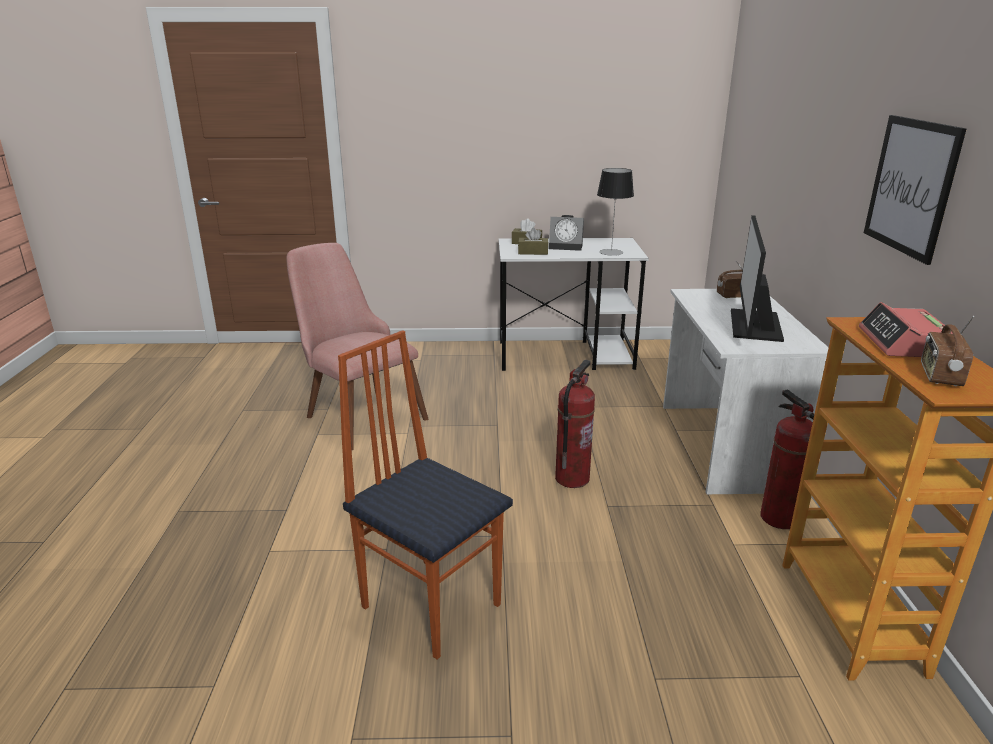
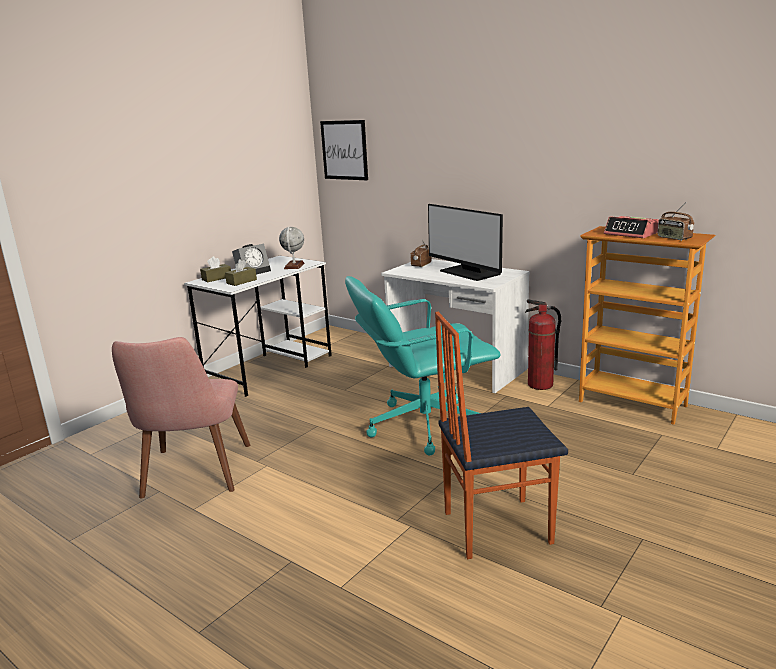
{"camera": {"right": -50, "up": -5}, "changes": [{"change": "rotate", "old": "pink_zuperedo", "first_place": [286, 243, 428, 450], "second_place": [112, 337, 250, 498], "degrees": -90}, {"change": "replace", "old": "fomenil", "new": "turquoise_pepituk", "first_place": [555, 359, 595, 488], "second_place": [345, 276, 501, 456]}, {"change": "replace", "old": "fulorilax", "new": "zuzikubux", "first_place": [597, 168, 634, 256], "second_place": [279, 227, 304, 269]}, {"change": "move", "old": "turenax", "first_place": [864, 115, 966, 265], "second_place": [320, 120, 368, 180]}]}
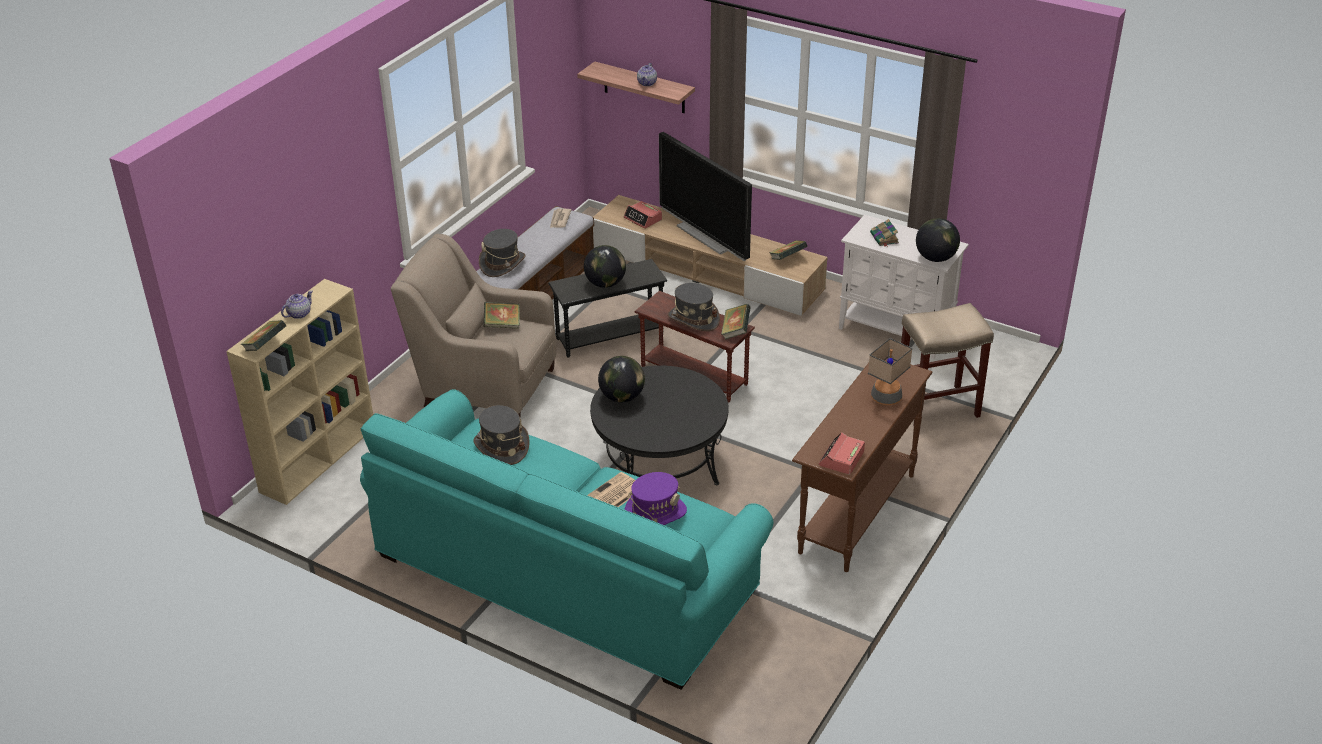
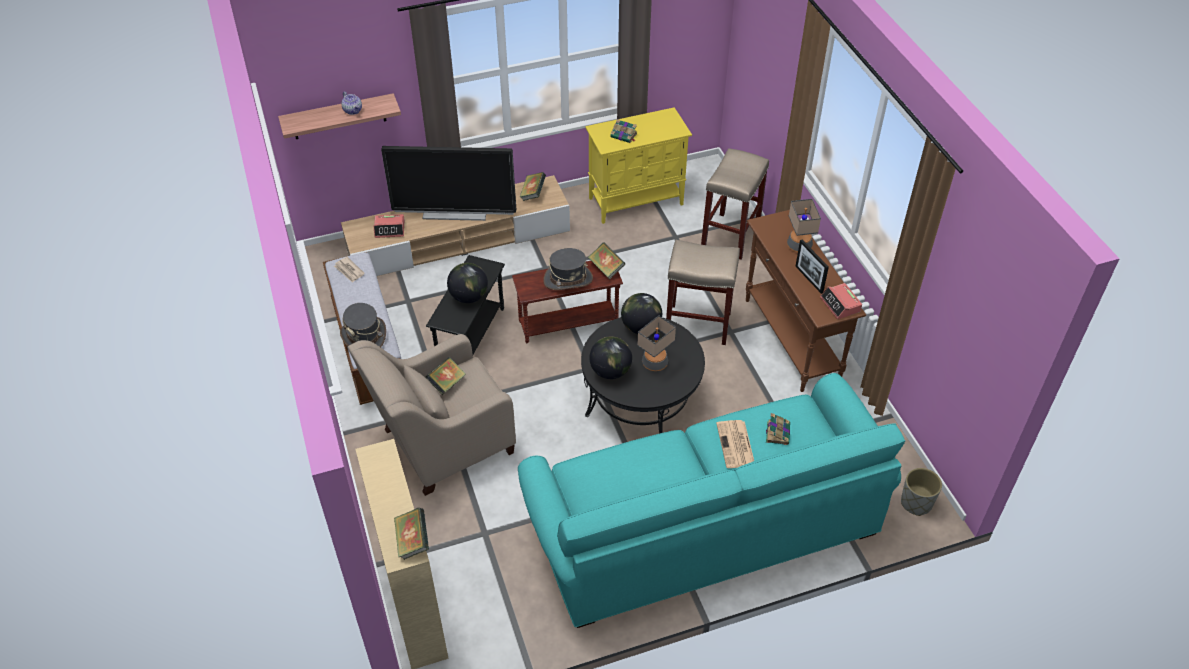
{"camera": {"right": -50, "up": 10}, "changes": [{"change": "delete", "old": "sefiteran", "first_place": [281, 290, 313, 319]}, {"change": "delete", "old": "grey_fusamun", "first_place": [473, 405, 530, 465]}, {"change": "replace", "old": "purple_fusamun", "new": "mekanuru", "first_place": [624, 472, 687, 525], "second_place": [766, 413, 790, 445]}, {"change": "recolor", "old": "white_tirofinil", "new": "yellow_tirofinil", "first_place": [839, 215, 969, 359], "second_place": [585, 107, 692, 224]}, {"change": "move", "old": "zuzikubux", "first_place": [916, 218, 960, 262], "second_place": [621, 293, 662, 334]}, {"change": "insert", "new": "fulorilax", "second_place": [637, 315, 676, 371]}, {"change": "insert", "new": "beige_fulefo", "second_place": [666, 240, 740, 345]}, {"change": "insert", "new": "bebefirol", "second_place": [796, 240, 829, 294]}, {"change": "insert", "new": "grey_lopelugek", "second_place": [901, 468, 942, 516]}]}
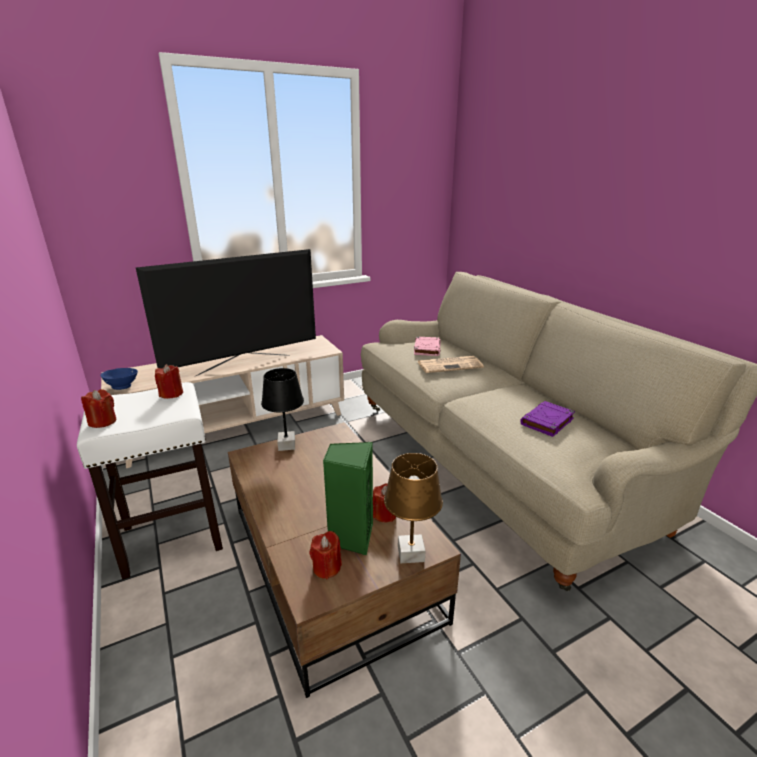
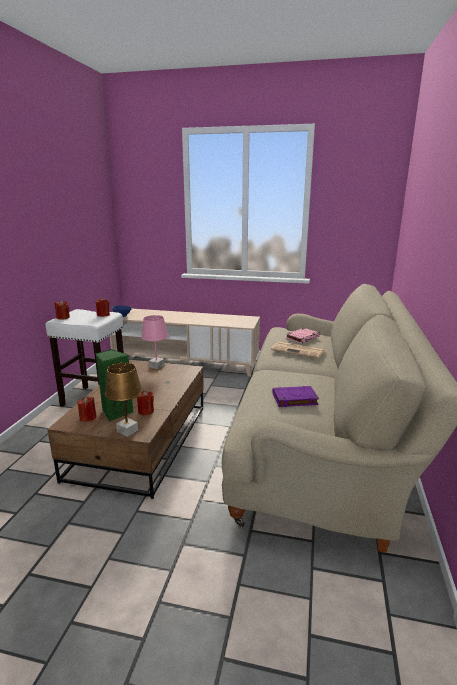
{"camera": {"right": 40, "up": -5}, "changes": [{"change": "delete", "old": "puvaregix", "first_place": [136, 249, 316, 376]}, {"change": "recolor", "old": "black_fulorilax", "new": "pink_fulorilax", "first_place": [261, 368, 304, 451], "second_place": [141, 315, 168, 369]}]}
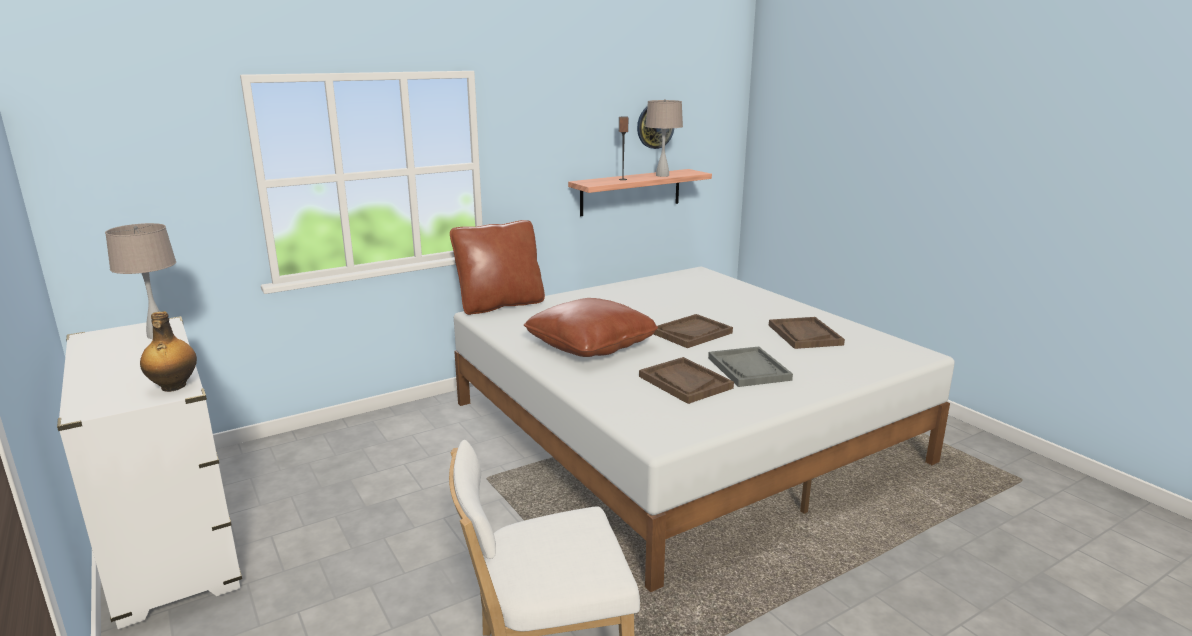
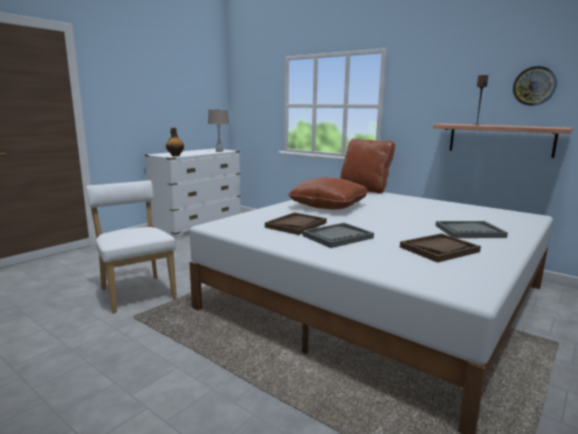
{"camera": {"right": 70, "up": -5}, "changes": [{"change": "delete", "old": "beige_fulorilax", "first_place": [645, 99, 683, 177]}, {"change": "delete", "old": "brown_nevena", "first_place": [654, 314, 733, 348]}, {"change": "insert", "new": "grey_nevena", "second_place": [435, 221, 508, 238]}]}
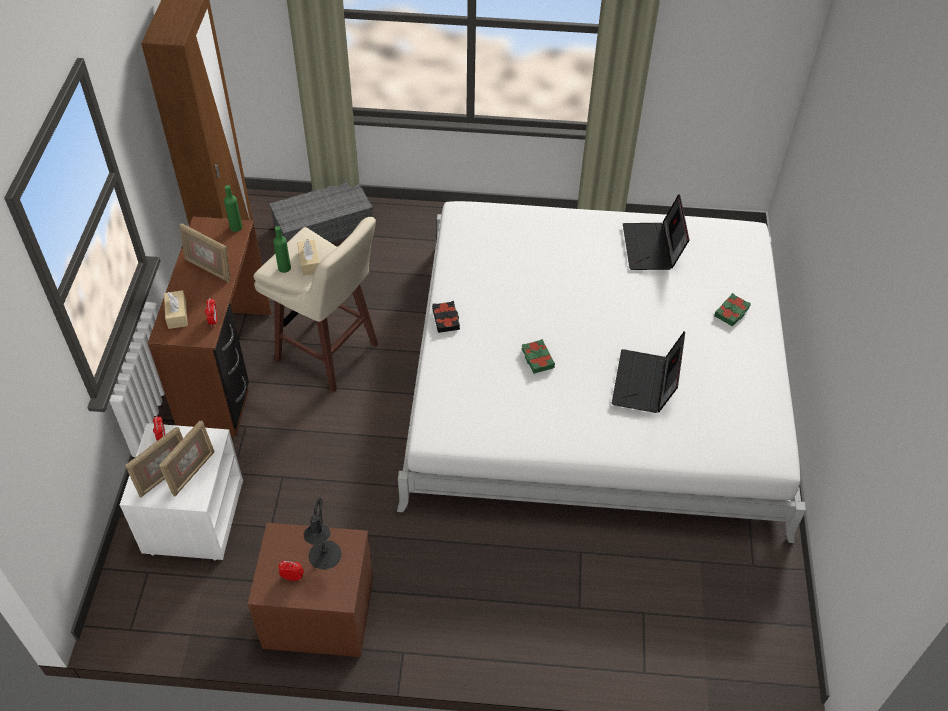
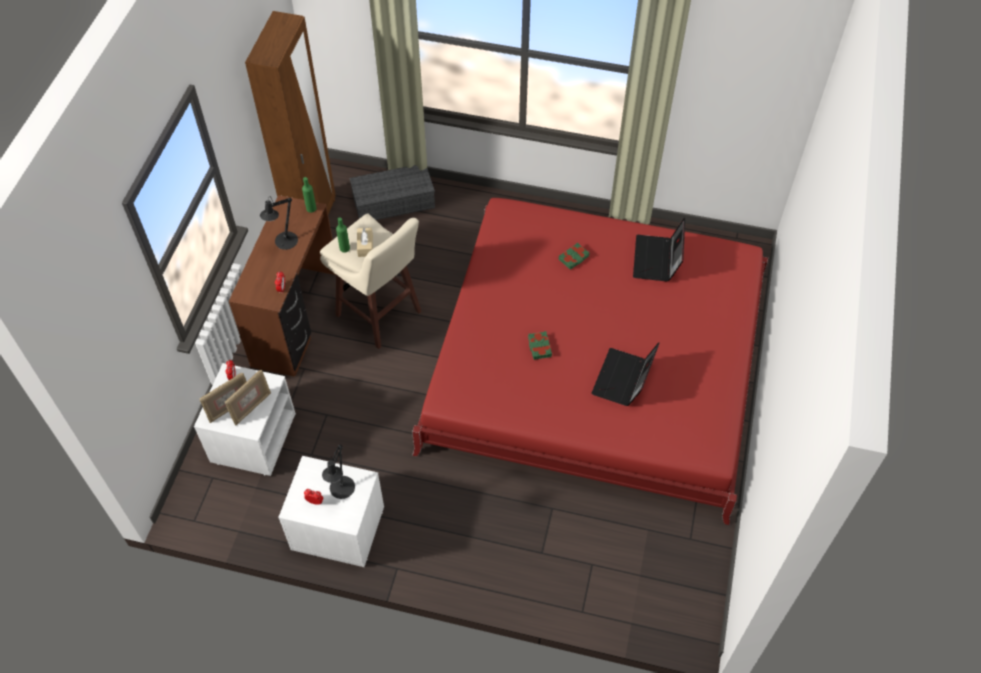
{"camera": {"right": 10, "up": 5}, "changes": [{"change": "delete", "old": "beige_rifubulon", "first_place": [164, 290, 188, 329]}, {"change": "replace", "old": "bebefirol", "new": "black_fulorilax", "first_place": [179, 223, 230, 283], "second_place": [260, 196, 298, 250]}, {"change": "recolor", "old": "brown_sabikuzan", "new": "white_sabikuzan", "first_place": [248, 523, 373, 657], "second_place": [278, 456, 384, 567]}, {"change": "recolor", "old": "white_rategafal", "new": "red_rategafal", "first_place": [397, 201, 806, 543], "second_place": [412, 198, 768, 525]}, {"change": "delete", "old": "black_mekanuru", "first_place": [432, 301, 460, 333]}, {"change": "move", "old": "green_mekanuru", "first_place": [714, 293, 751, 327], "second_place": [559, 242, 590, 270]}]}
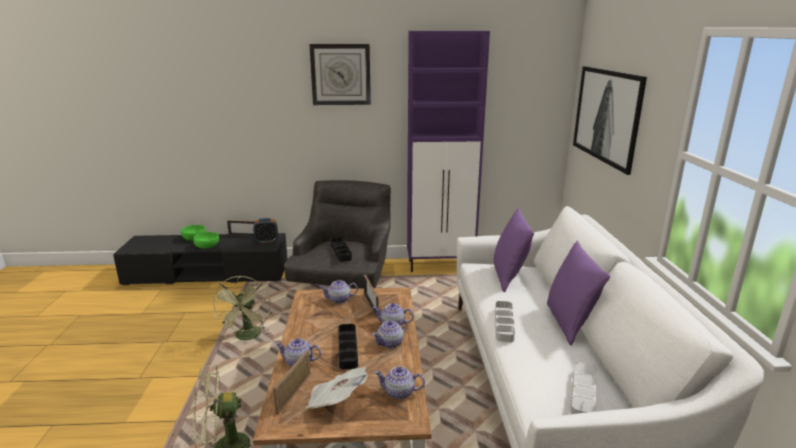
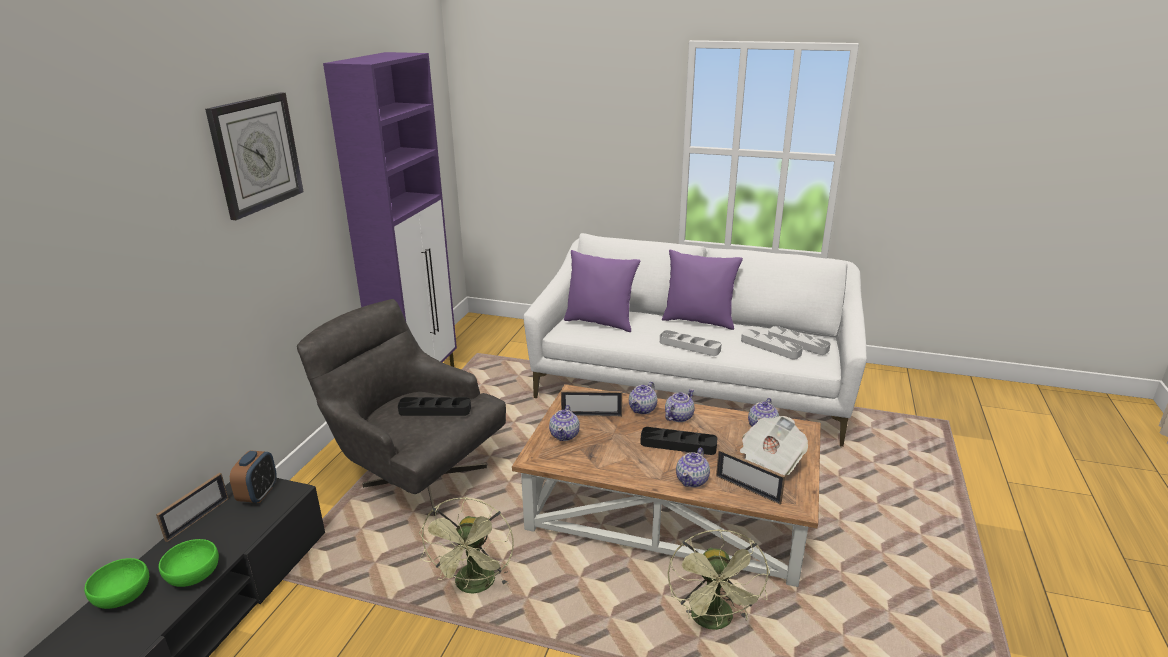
{"camera": {"right": -70, "up": 5}, "changes": [{"change": "rotate", "old": "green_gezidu", "first_place": [211, 276, 271, 340], "second_place": [419, 497, 514, 594], "degrees": 75}, {"change": "rotate", "old": "sefiteran", "first_place": [372, 319, 407, 348], "second_place": [665, 389, 695, 422], "degrees": -120}, {"change": "delete", "old": "turenax", "first_place": [573, 66, 647, 175]}, {"change": "insert", "new": "grey_nevena", "second_place": [741, 329, 803, 360]}]}
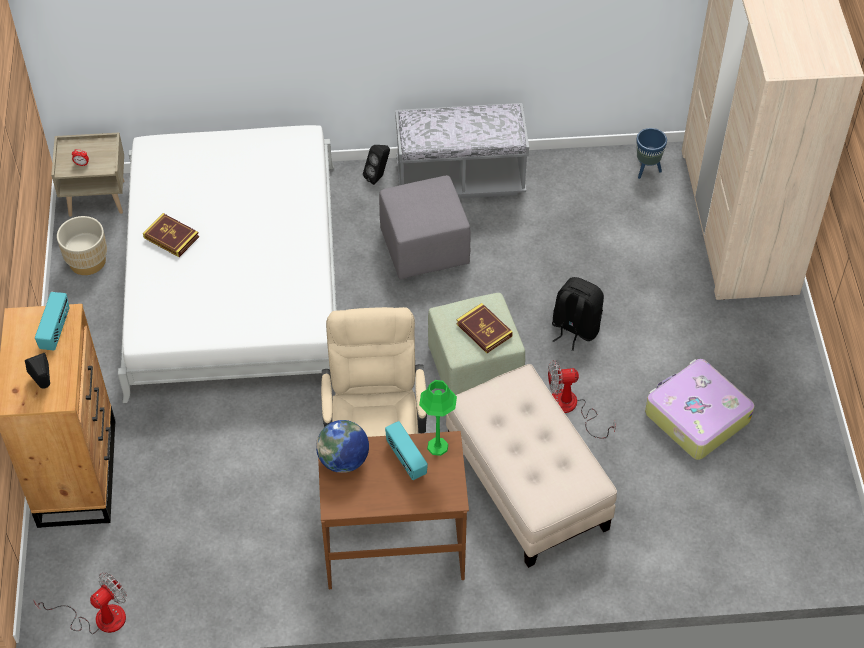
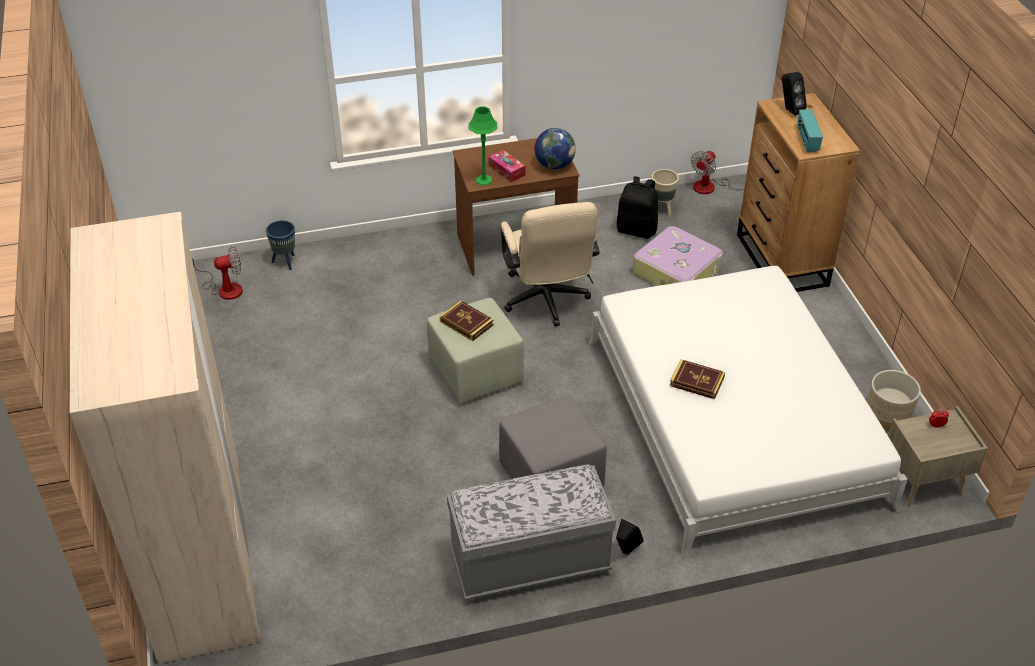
{"camera": {"right": 170, "up": -10}, "changes": [{"change": "move", "old": "mekanuru", "first_place": [143, 213, 199, 257], "second_place": [670, 359, 725, 399]}, {"change": "replace", "old": "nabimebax", "new": "rifubulon", "first_place": [385, 421, 428, 480], "second_place": [488, 150, 526, 182]}, {"change": "delete", "old": "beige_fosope", "first_place": [446, 364, 617, 568]}, {"change": "move", "old": "gezidu", "first_place": [548, 360, 616, 439], "second_place": [192, 246, 243, 300]}, {"change": "move", "old": "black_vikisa", "first_place": [552, 277, 604, 351], "second_place": [617, 176, 658, 239]}, {"change": "move", "old": "blue_lopelugek", "first_place": [637, 128, 667, 179], "second_place": [266, 220, 295, 270]}, {"change": "move", "old": "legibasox", "first_place": [645, 359, 754, 460], "second_place": [633, 226, 723, 286]}, {"change": "insert", "new": "beige_lopelugek", "second_place": [652, 169, 679, 216]}]}
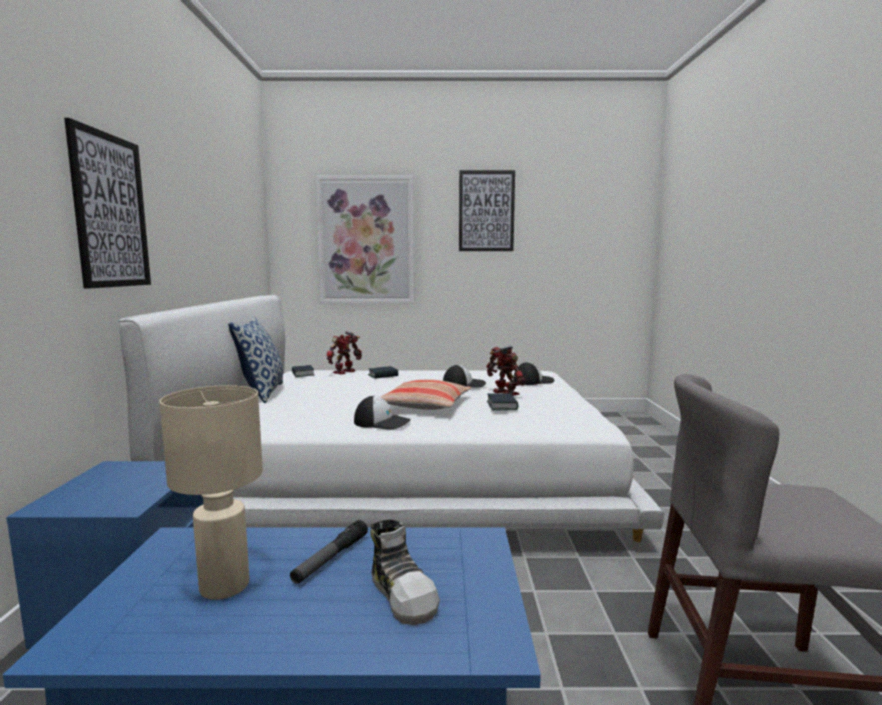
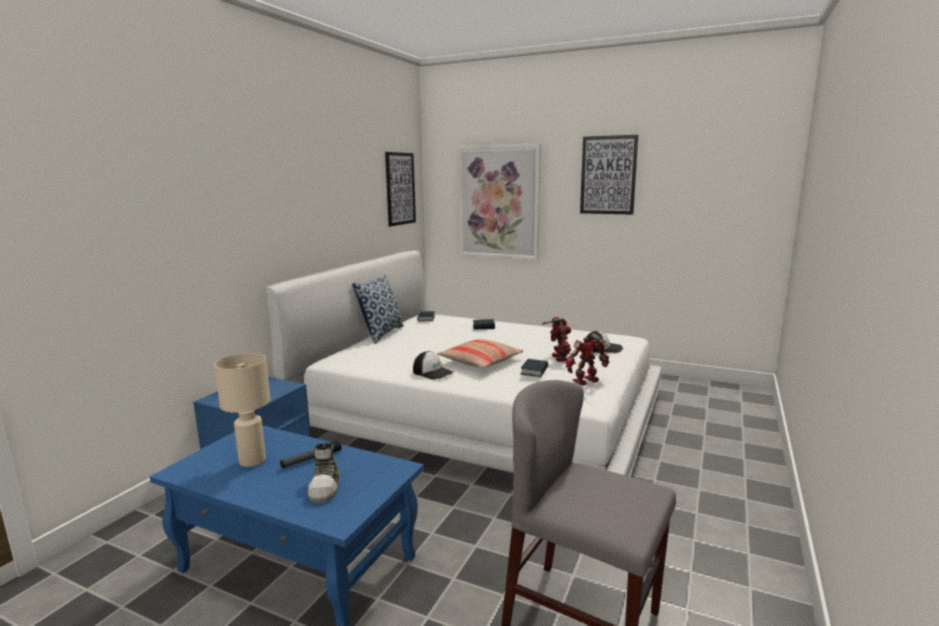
{"camera": {"right": 25, "up": 5}, "changes": [{"change": "move", "old": "turenax", "first_place": [64, 118, 151, 289], "second_place": [385, 152, 416, 226]}, {"change": "move", "old": "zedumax", "first_place": [327, 331, 362, 375], "second_place": [566, 333, 609, 385]}, {"change": "delete", "old": "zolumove", "first_place": [443, 365, 486, 388]}]}
